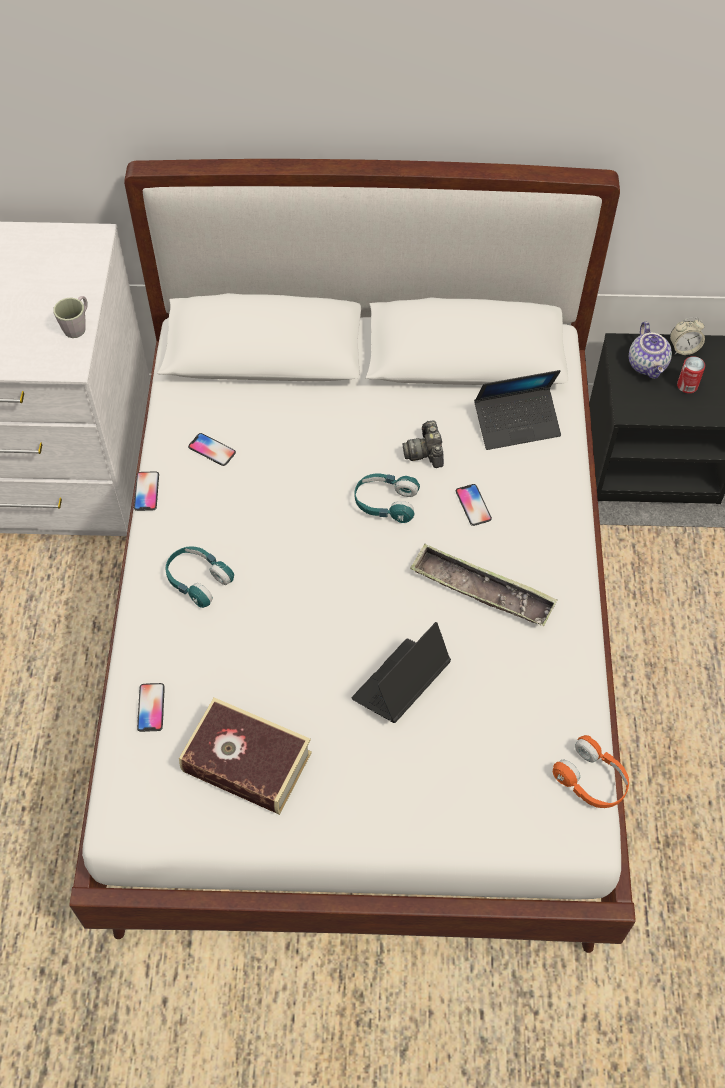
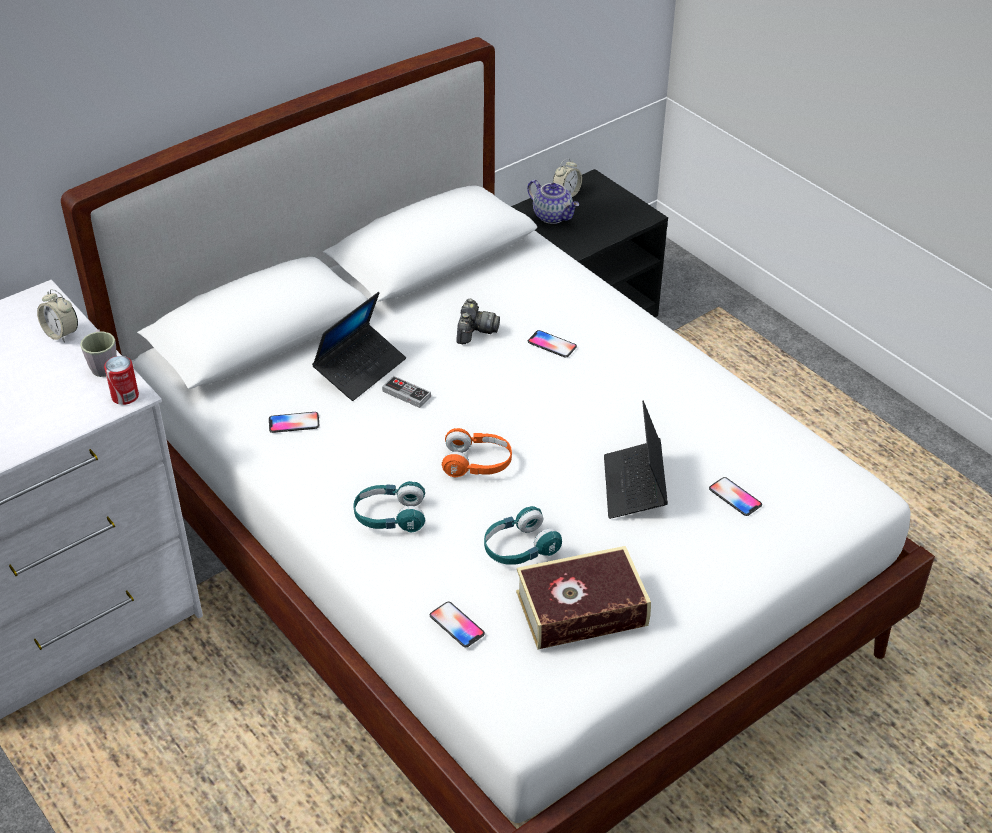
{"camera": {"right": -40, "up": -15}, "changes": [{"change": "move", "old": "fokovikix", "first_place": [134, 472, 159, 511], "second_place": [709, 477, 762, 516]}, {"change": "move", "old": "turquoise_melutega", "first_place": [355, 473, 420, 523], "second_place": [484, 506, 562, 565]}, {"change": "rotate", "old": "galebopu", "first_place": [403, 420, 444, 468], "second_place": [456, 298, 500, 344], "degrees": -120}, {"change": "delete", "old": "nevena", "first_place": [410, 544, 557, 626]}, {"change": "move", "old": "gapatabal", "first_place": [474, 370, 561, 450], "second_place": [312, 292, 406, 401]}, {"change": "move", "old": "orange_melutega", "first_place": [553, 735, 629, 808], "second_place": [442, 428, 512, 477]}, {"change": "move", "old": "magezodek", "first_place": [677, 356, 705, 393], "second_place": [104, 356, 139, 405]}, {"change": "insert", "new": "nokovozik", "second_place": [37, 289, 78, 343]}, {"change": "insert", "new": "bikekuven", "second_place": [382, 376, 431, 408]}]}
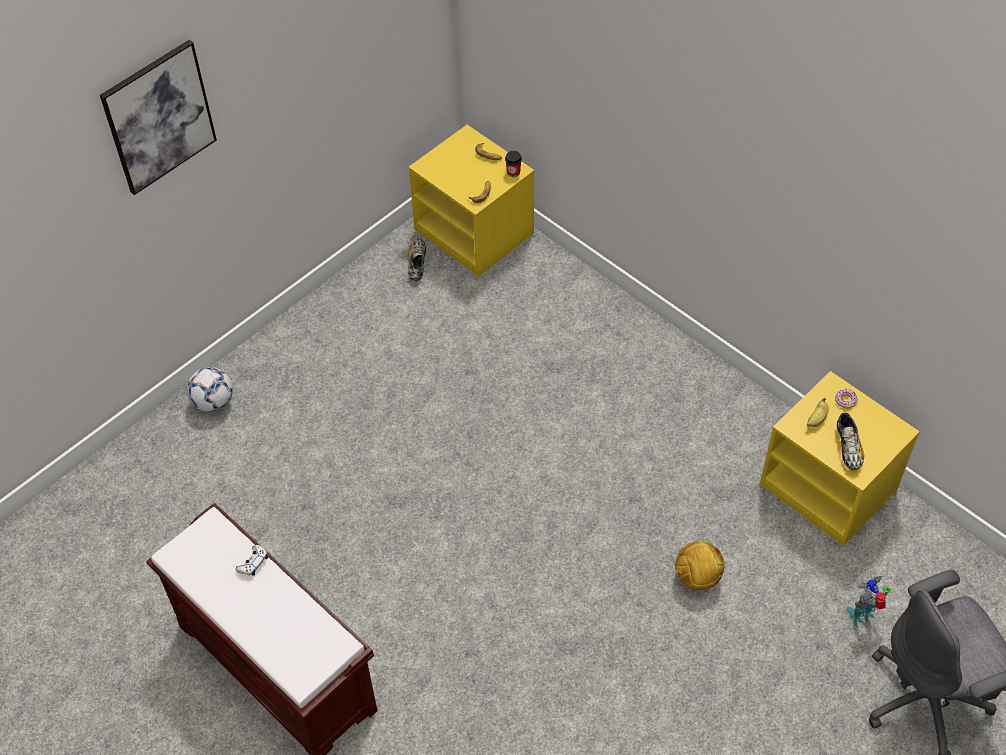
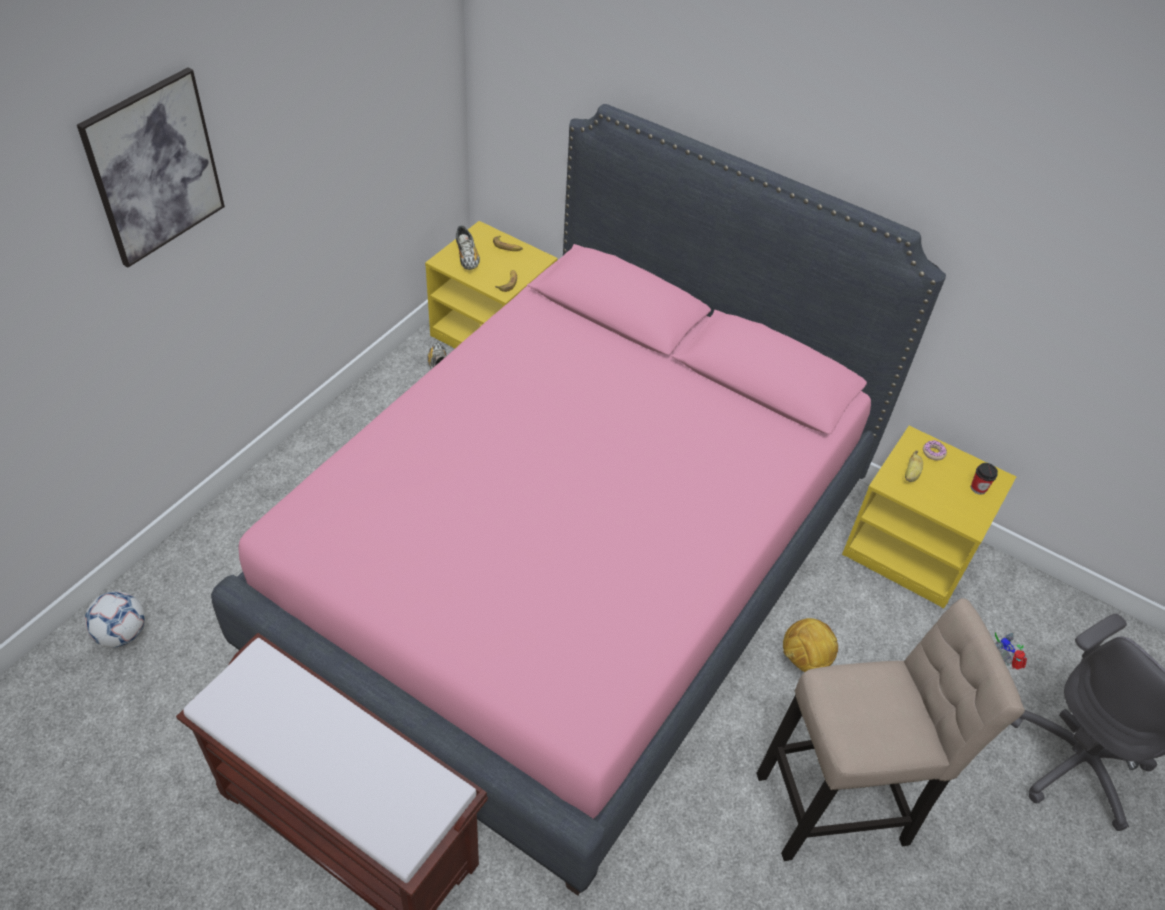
{"camera": {"right": -15, "up": -5}, "changes": [{"change": "move", "old": "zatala", "first_place": [187, 367, 233, 412], "second_place": [85, 591, 145, 648]}, {"change": "delete", "old": "white_bikekuven", "first_place": [236, 545, 268, 576]}, {"change": "move", "old": "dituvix", "first_place": [505, 151, 522, 177], "second_place": [971, 463, 998, 495]}, {"change": "move", "old": "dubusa", "first_place": [837, 412, 864, 470], "second_place": [456, 226, 480, 270]}, {"change": "insert", "new": "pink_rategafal", "second_place": [211, 104, 946, 896]}, {"change": "insert", "new": "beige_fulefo", "second_place": [756, 598, 1025, 861]}]}
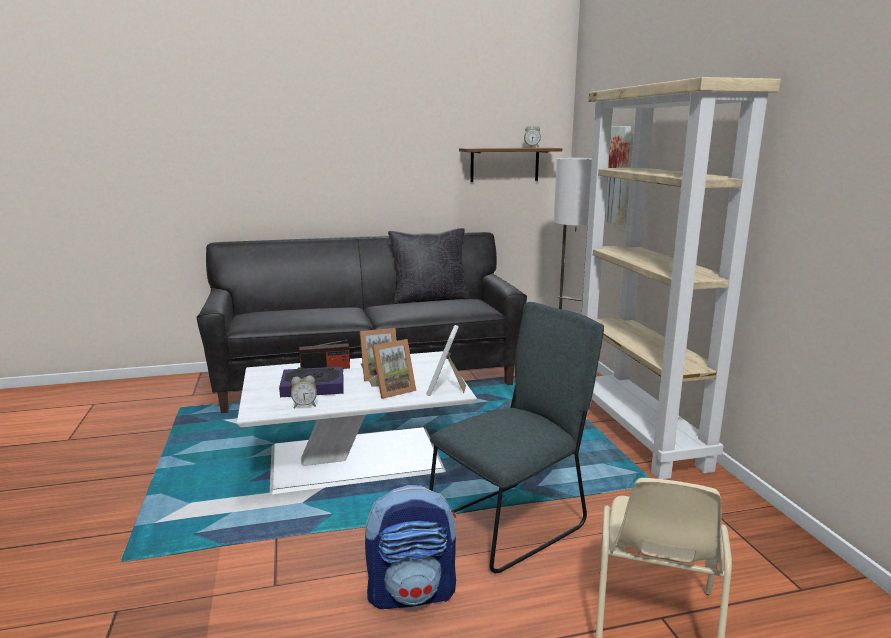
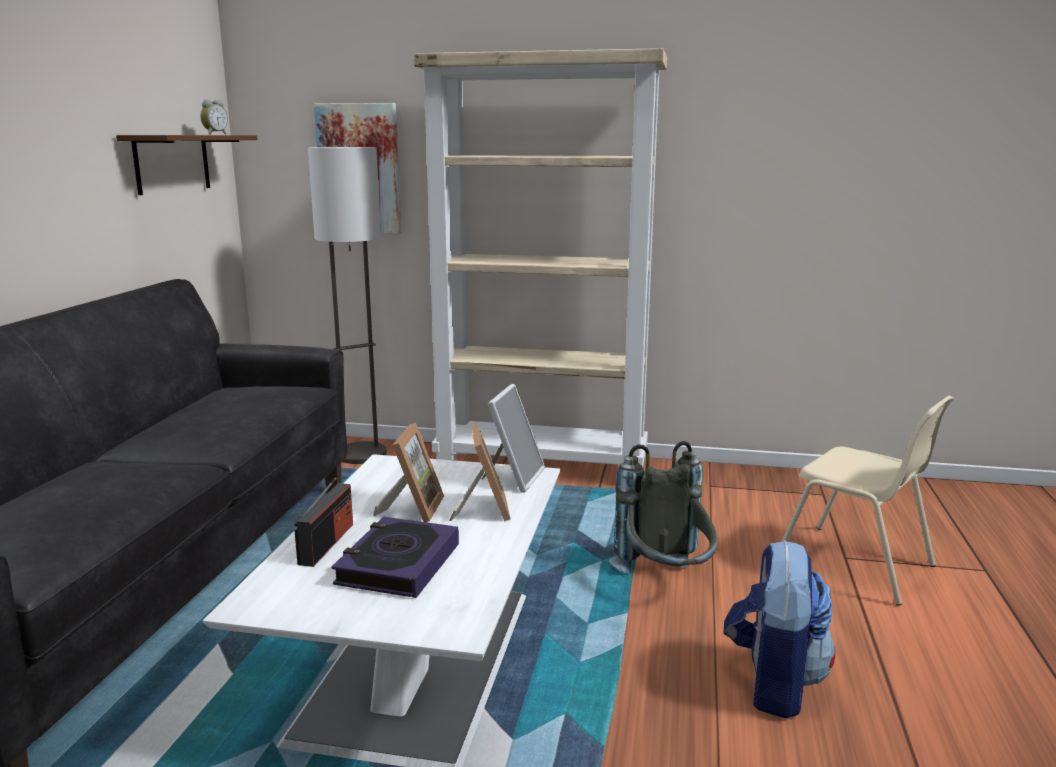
{"camera": {"right": -65, "up": 0}, "changes": [{"change": "delete", "old": "nokovozik", "first_place": [291, 376, 317, 408]}, {"change": "delete", "old": "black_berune", "first_place": [388, 228, 470, 304]}, {"change": "rotate", "old": "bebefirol", "first_place": [426, 325, 466, 396], "second_place": [482, 384, 545, 493], "degrees": -105}, {"change": "replace", "old": "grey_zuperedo", "new": "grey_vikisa", "first_place": [429, 302, 604, 573], "second_place": [609, 441, 717, 574]}]}
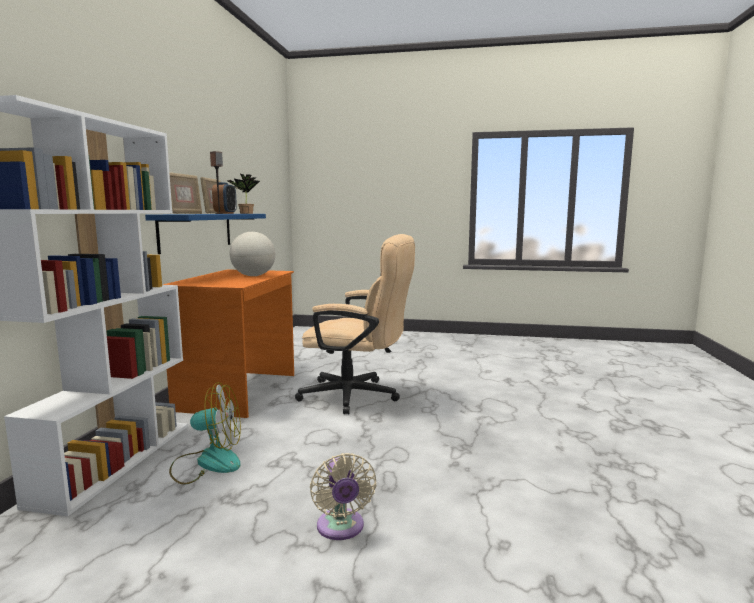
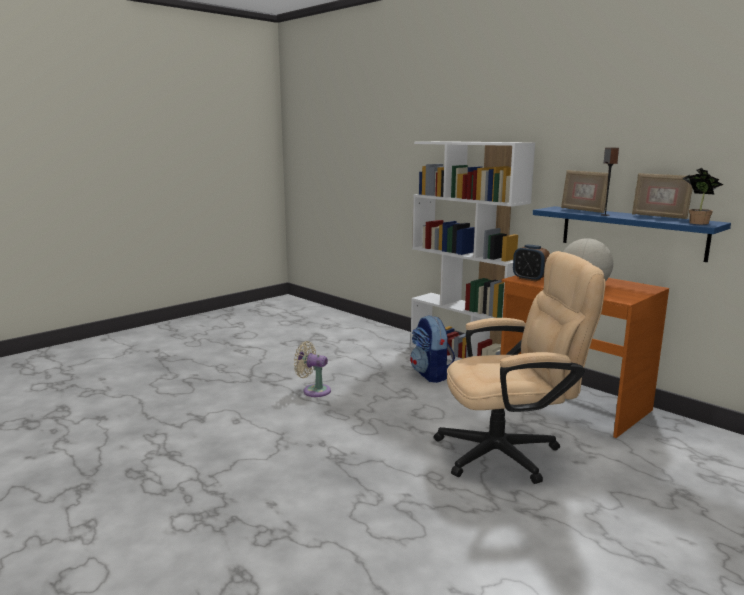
{"camera": {"right": 125, "up": 5}, "changes": [{"change": "replace", "old": "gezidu", "new": "vikisa", "first_place": [169, 382, 241, 485], "second_place": [410, 315, 455, 383]}, {"change": "move", "old": "nokovozik", "first_place": [212, 182, 237, 214], "second_place": [513, 244, 550, 282]}, {"change": "rotate", "old": "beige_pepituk", "first_place": [295, 234, 415, 414], "second_place": [434, 251, 606, 484], "degrees": -150}]}
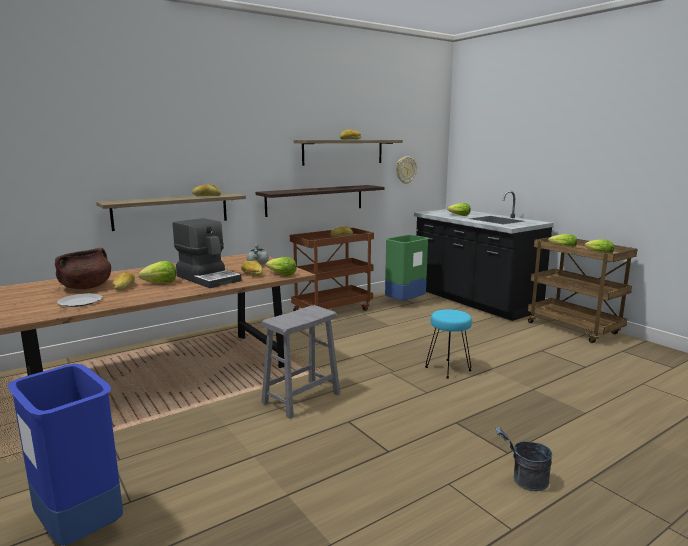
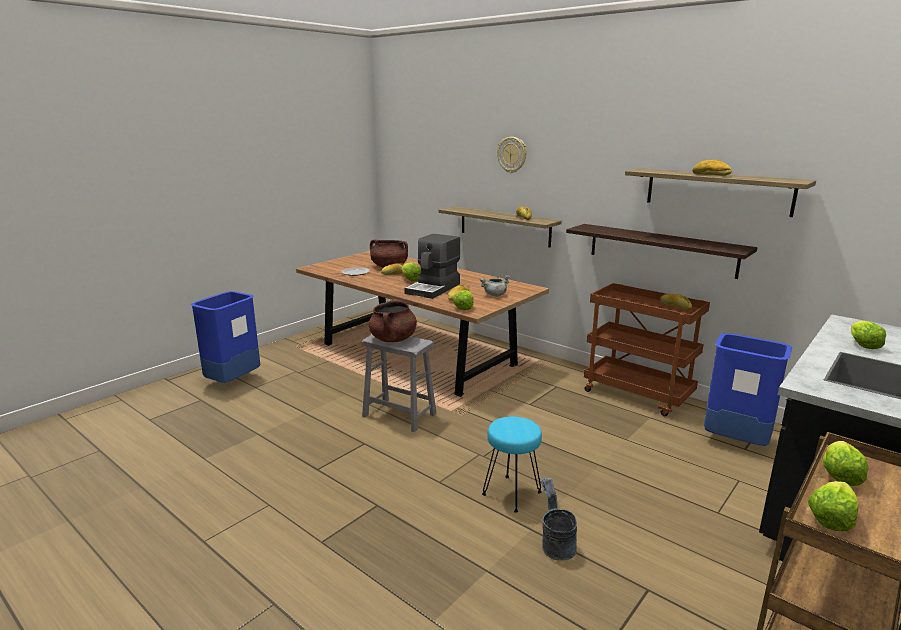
{"camera": {"right": 75, "up": 5}, "changes": [{"change": "recolor", "old": "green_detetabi", "new": "blue_detetabi", "first_place": [385, 235, 429, 300], "second_place": [704, 333, 792, 446]}, {"change": "move", "old": "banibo", "first_place": [396, 156, 417, 184], "second_place": [497, 137, 527, 173]}, {"change": "move", "old": "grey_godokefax", "first_place": [496, 427, 552, 491], "second_place": [541, 478, 577, 560]}, {"change": "insert", "new": "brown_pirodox", "second_place": [369, 299, 417, 342]}]}
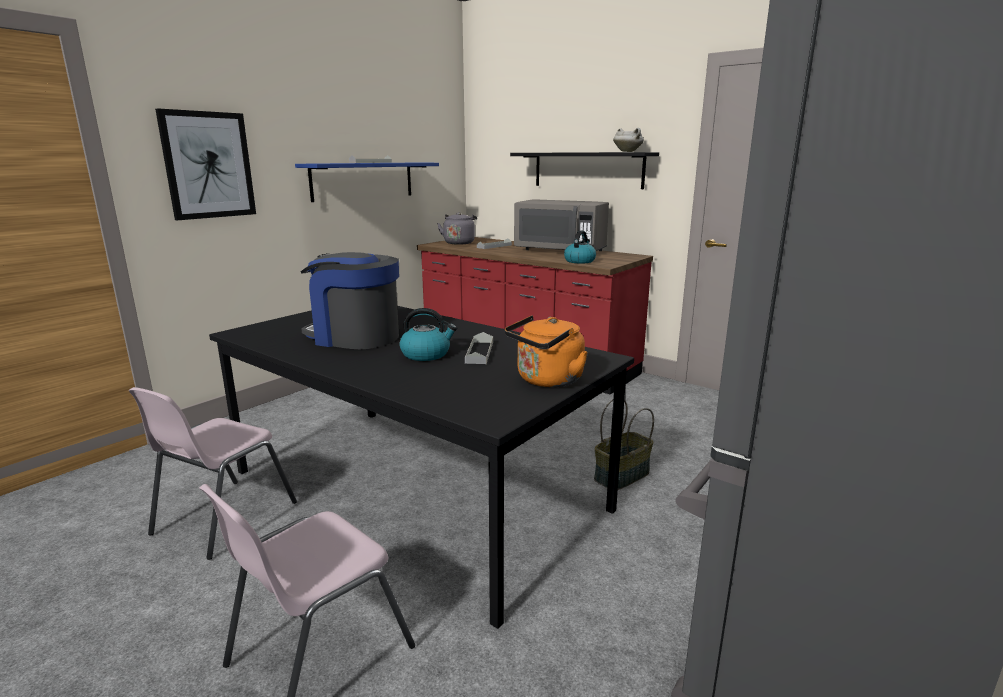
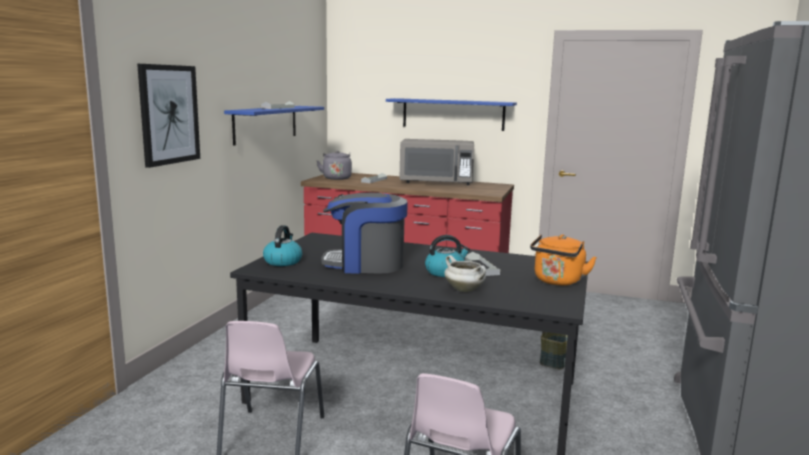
{"camera": {"right": -20, "up": -5}, "changes": [{"change": "recolor", "old": "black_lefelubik", "new": "blue_lefelubik", "first_place": [510, 152, 659, 189], "second_place": [386, 98, 517, 131]}, {"change": "move", "old": "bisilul", "first_place": [564, 230, 596, 264], "second_place": [263, 225, 303, 266]}, {"change": "move", "old": "white_pirodox", "first_place": [613, 128, 644, 152], "second_place": [444, 255, 486, 292]}]}
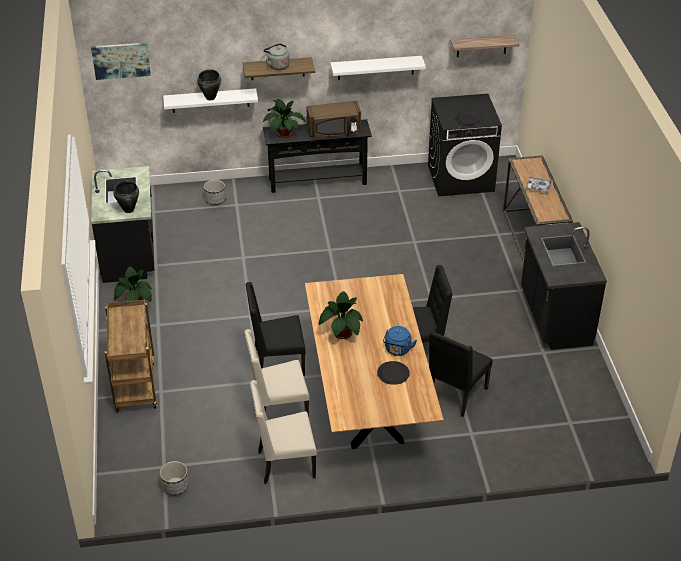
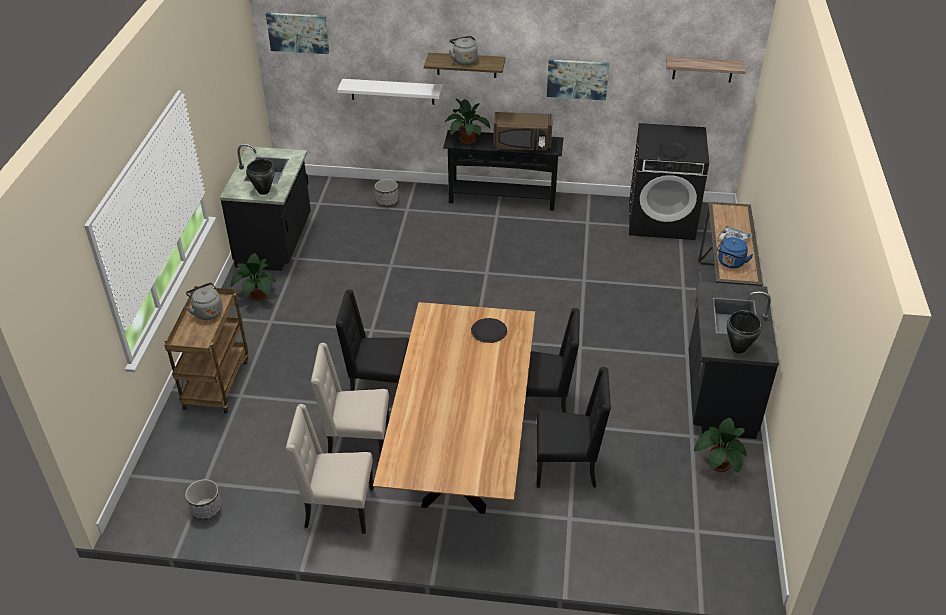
{"camera": {"right": 15, "up": 0}, "changes": [{"change": "move", "old": "black_pirodox", "first_place": [197, 69, 221, 100], "second_place": [726, 310, 762, 353]}, {"change": "move", "old": "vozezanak", "first_place": [319, 291, 363, 339], "second_place": [694, 418, 746, 473]}, {"change": "replace", "old": "white_lefelubik", "new": "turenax", "first_place": [330, 56, 426, 80], "second_place": [547, 59, 609, 100]}, {"change": "move", "old": "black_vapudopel", "first_place": [377, 361, 410, 385], "second_place": [471, 318, 507, 343]}, {"change": "move", "old": "blue_bisilul", "first_place": [383, 326, 417, 356], "second_place": [717, 237, 753, 268]}, {"change": "rotate", "old": "black_zuperedo", "first_place": [429, 330, 493, 417], "second_place": [537, 367, 611, 488], "degrees": -135}, {"change": "insert", "new": "grey_bisilul", "second_place": [186, 283, 223, 320]}]}
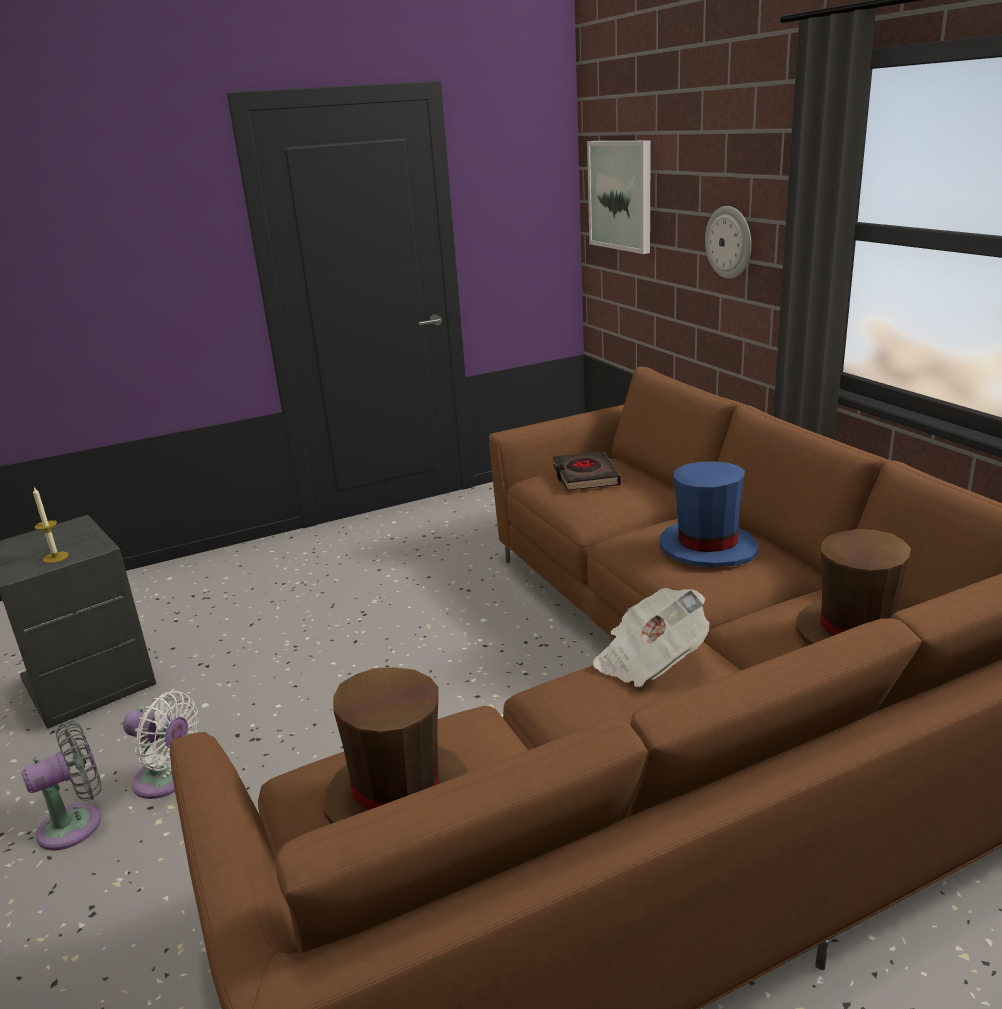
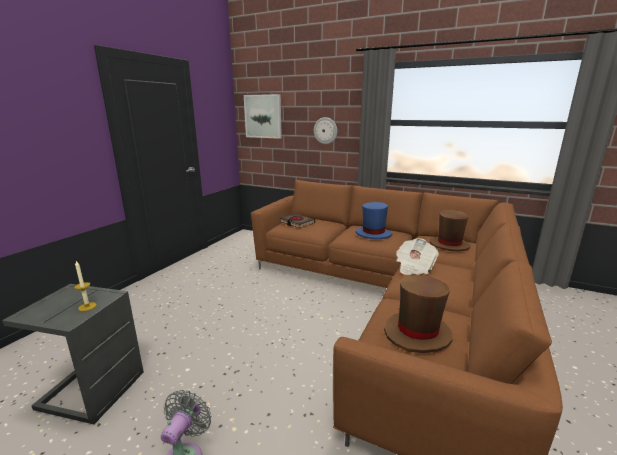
{"camera": {"right": -40, "up": -5}, "changes": [{"change": "delete", "old": "white_gezidu", "first_place": [123, 691, 199, 799]}]}
